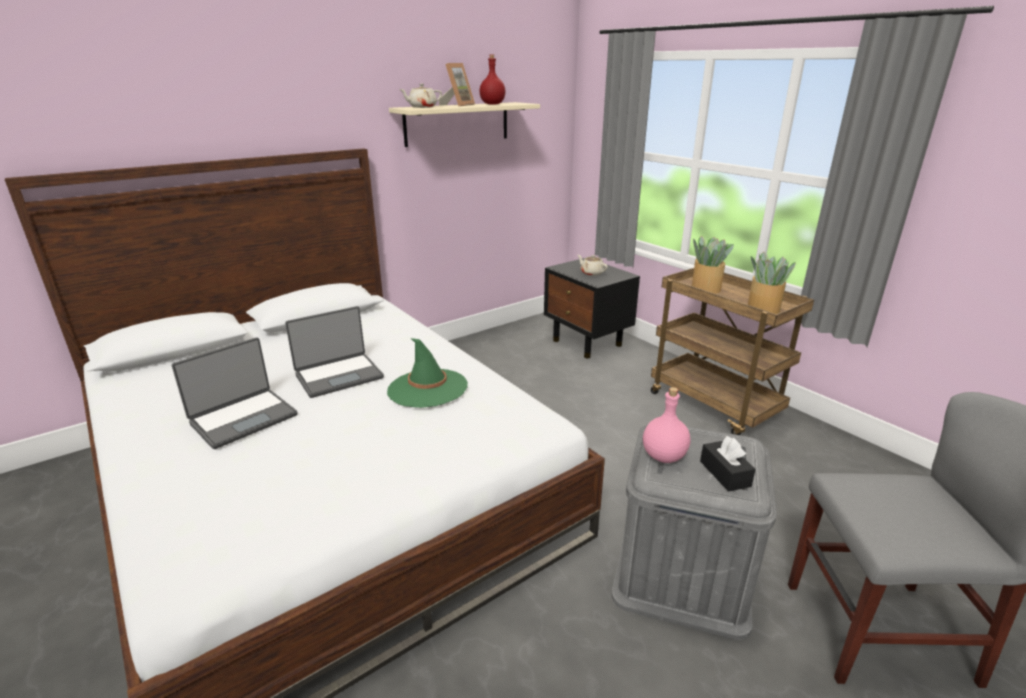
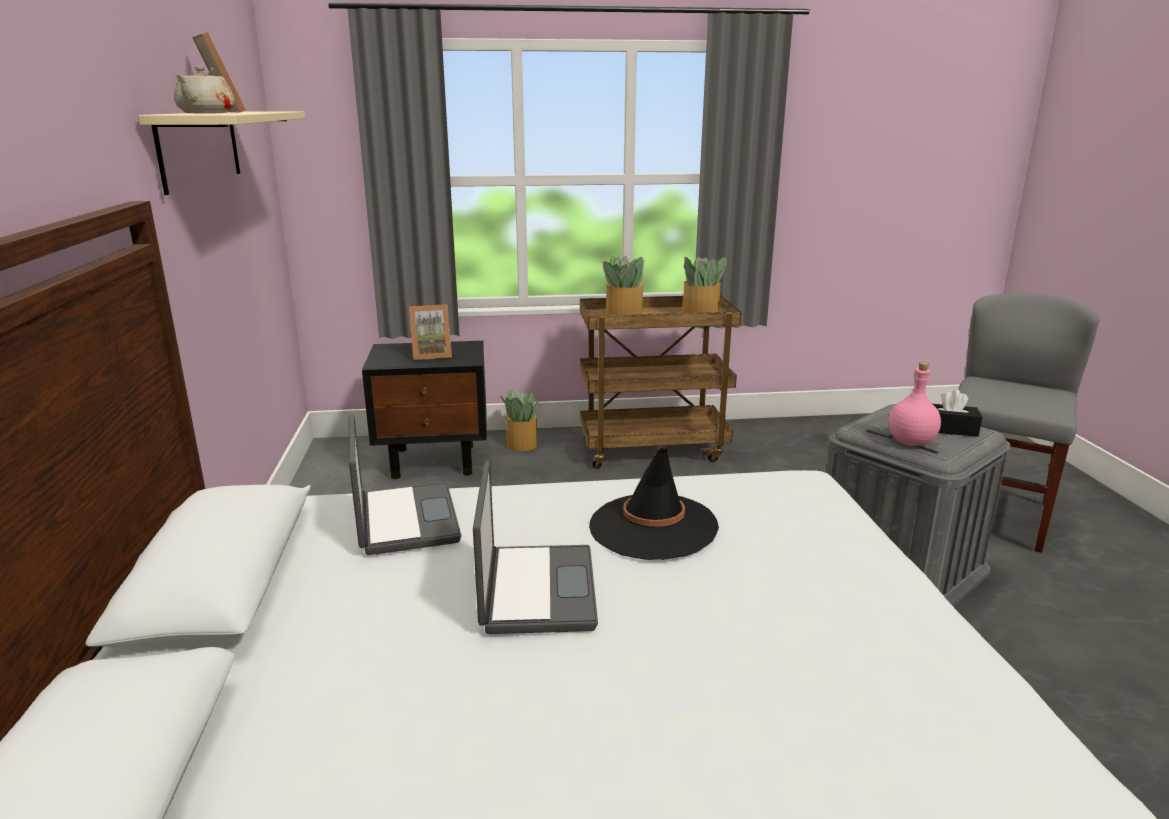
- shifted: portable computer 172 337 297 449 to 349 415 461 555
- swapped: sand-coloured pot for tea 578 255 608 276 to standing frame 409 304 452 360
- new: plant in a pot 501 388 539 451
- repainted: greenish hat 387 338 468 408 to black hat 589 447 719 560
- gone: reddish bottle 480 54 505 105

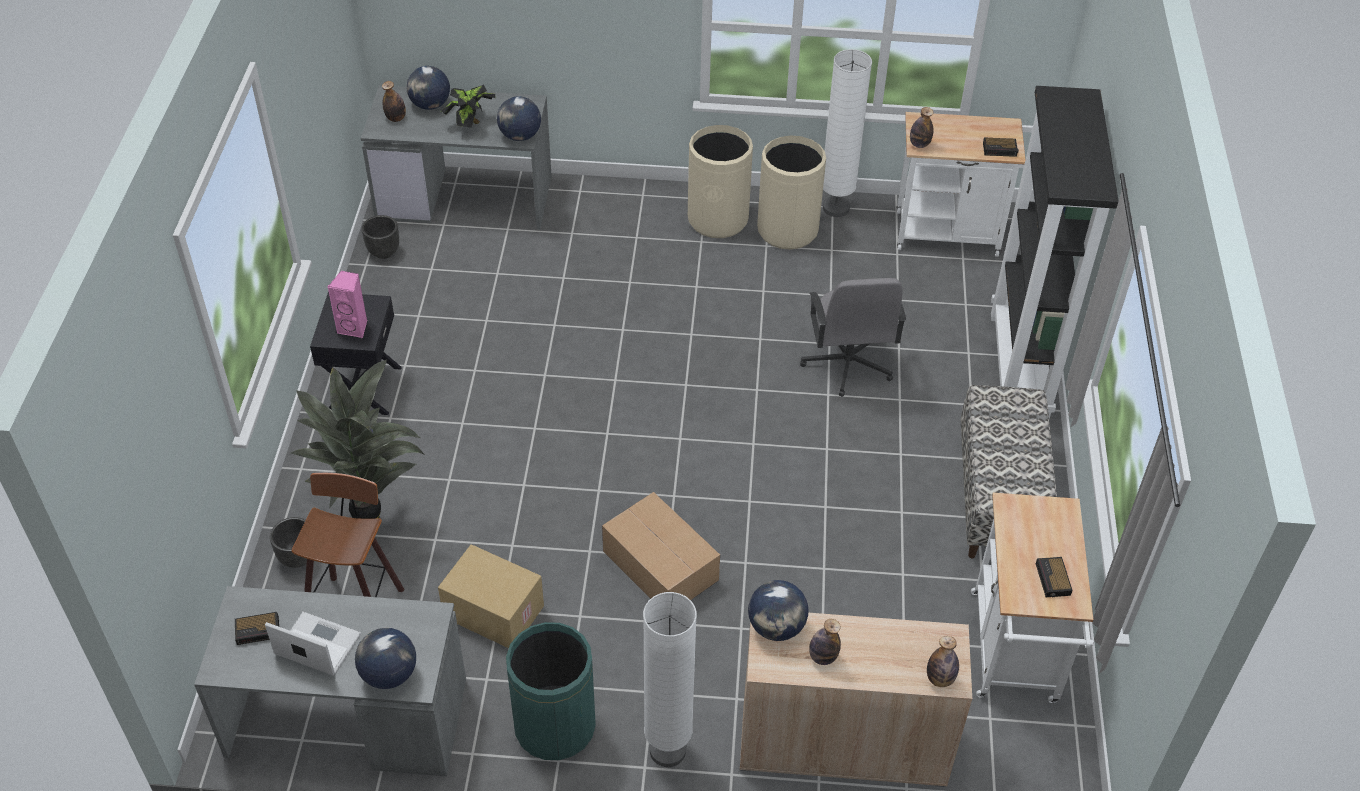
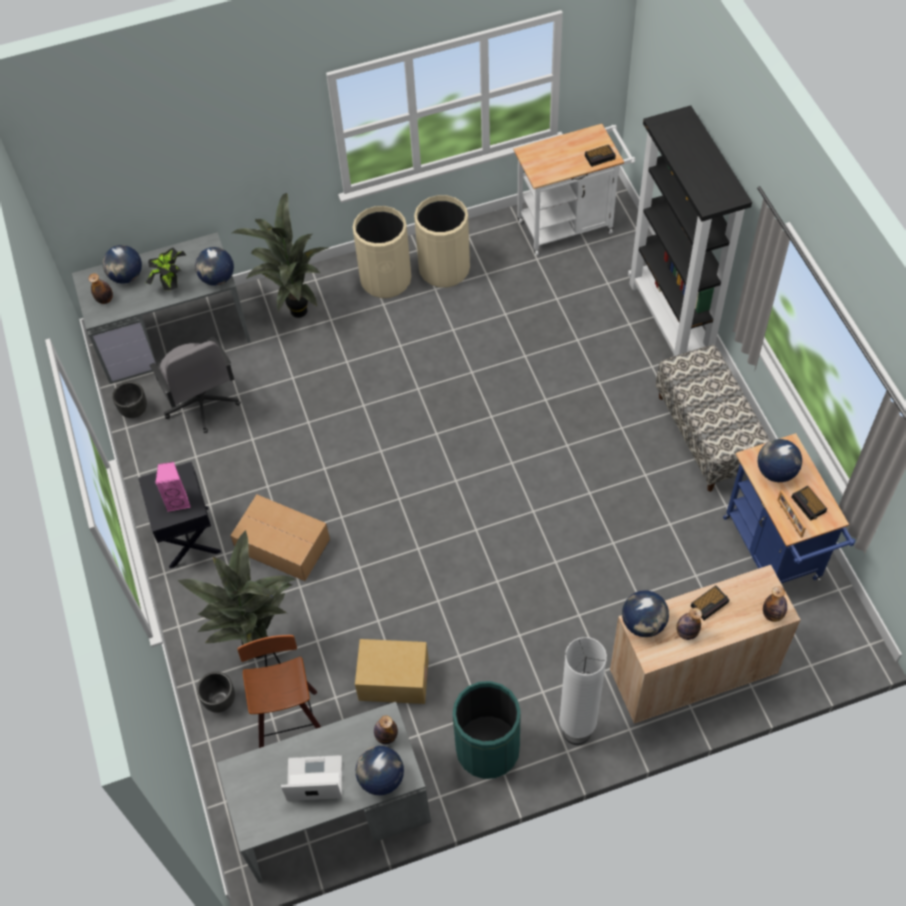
- shifted: gray office chair 800 278 906 397 to 149 337 241 433
- shifted: cardboard box 602 492 720 600 to 230 494 330 581
- new: plant in a pot 232 193 328 318
- shifted: bottle 910 107 934 148 to 374 716 398 744
- shifted: table clock 235 612 279 645 to 691 586 730 620
- repainted: white-coloured trolley 971 493 1094 704 to blue trolley 723 433 855 583
- new: globe 758 439 802 482
- new: standing frame 777 490 806 537
- gone: white-coloured standard lamp 823 49 872 217

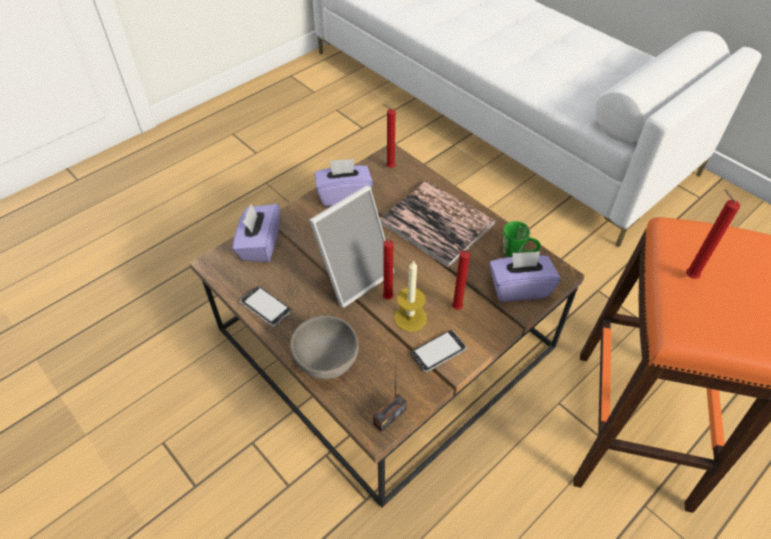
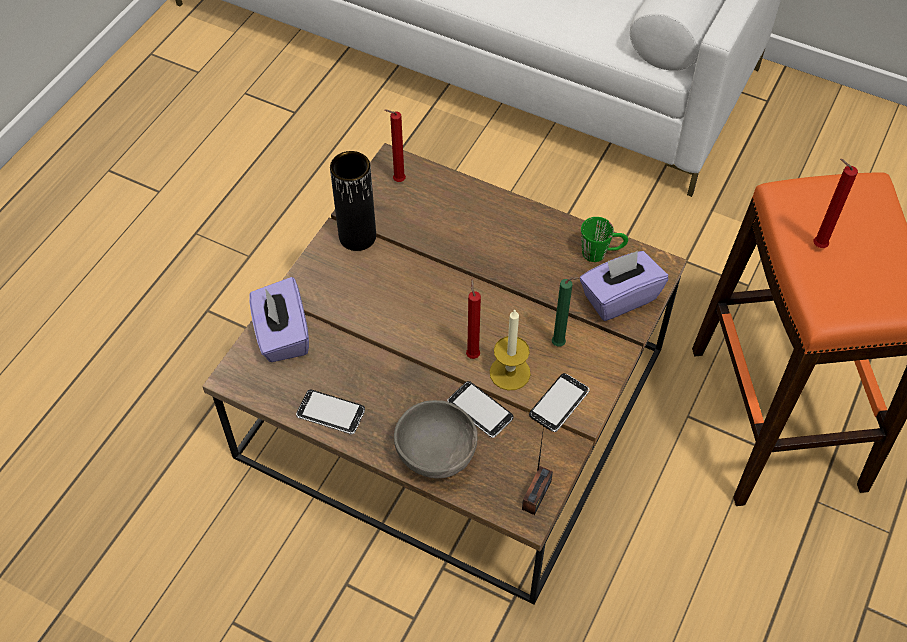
- swapped: purple-coloured box of tissues 315 159 373 207 to black decorative vase 330 151 376 251
- new: phone 447 381 513 438
- repainted: reddish wax light 452 249 475 310 to greenish wax light 552 277 580 347
- gone: standing frame 309 185 395 308
- gone: bound book 380 181 496 268

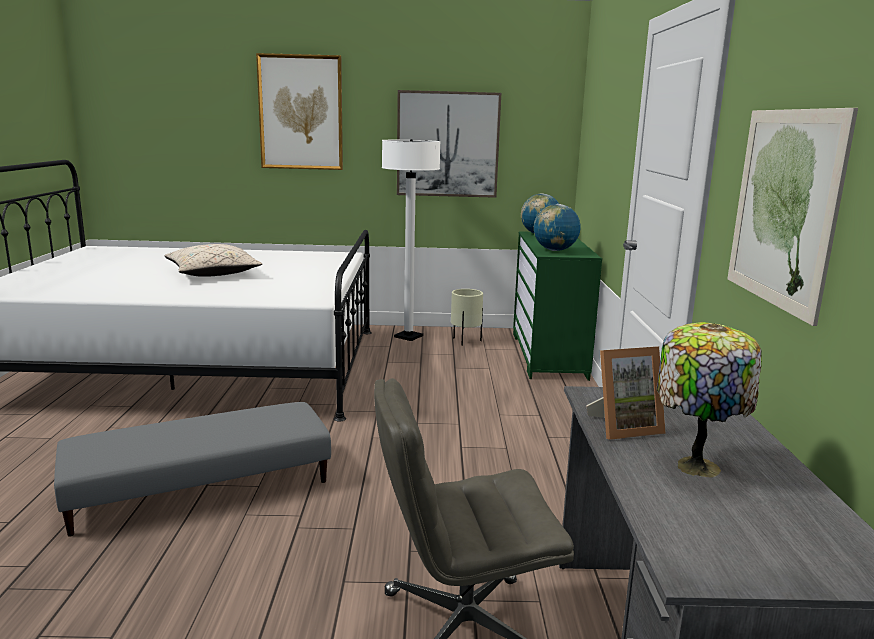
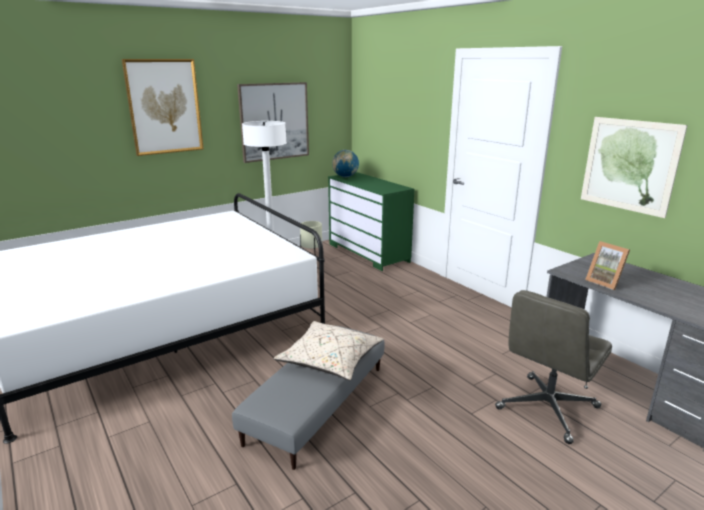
- shifted: sand-coloured cushion 164 244 262 277 to 273 321 384 380
- rotated: standing frame 586 347 666 440 = 585 241 630 290 105 degrees clockwise
- gone: globe 534 204 581 251
- gone: lamp for a table 657 322 762 478

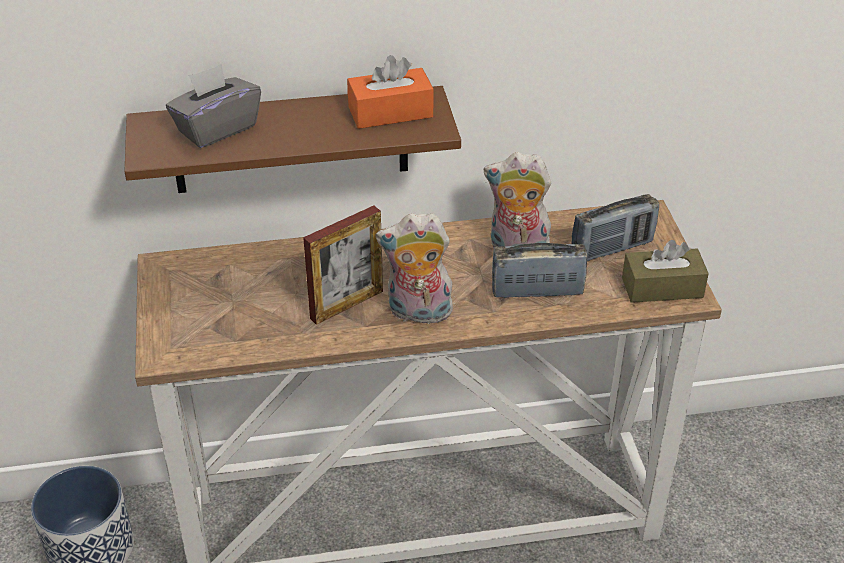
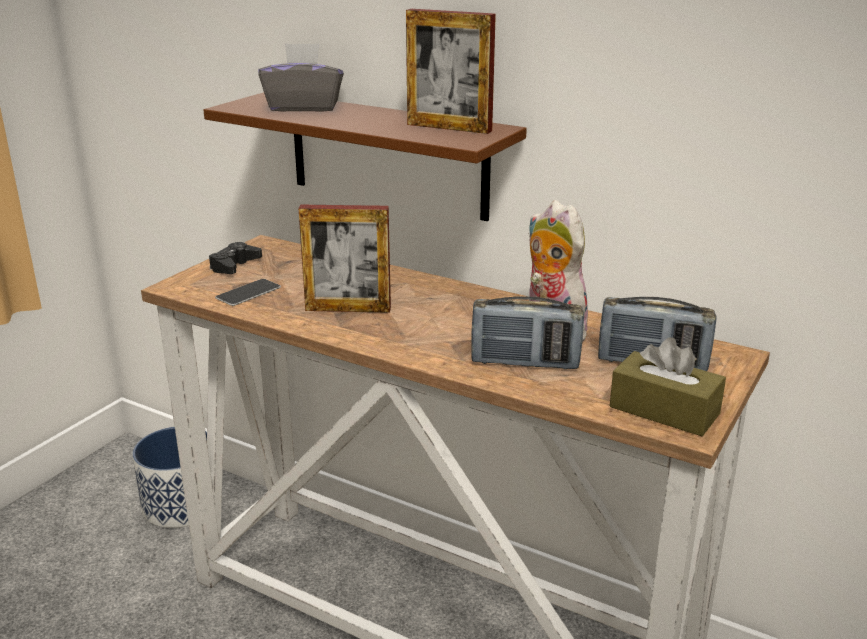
- new: black joypad 209 242 262 274
- new: phone 215 279 281 306
- swapped: orange-coloured box of tissues 347 55 434 129 to standing frame 406 9 496 134
- rotated: radio set 492 243 587 298 = 472 296 584 369 150 degrees clockwise
- gone: plush toy 376 213 457 328

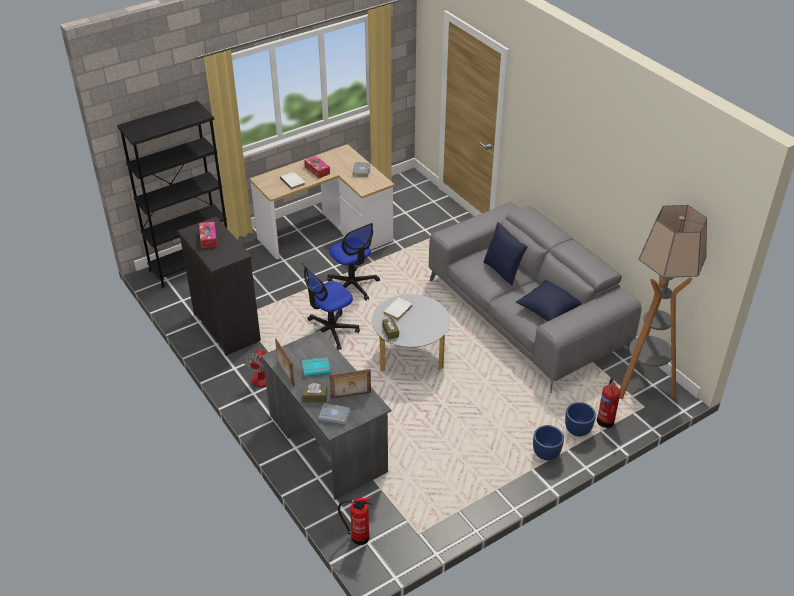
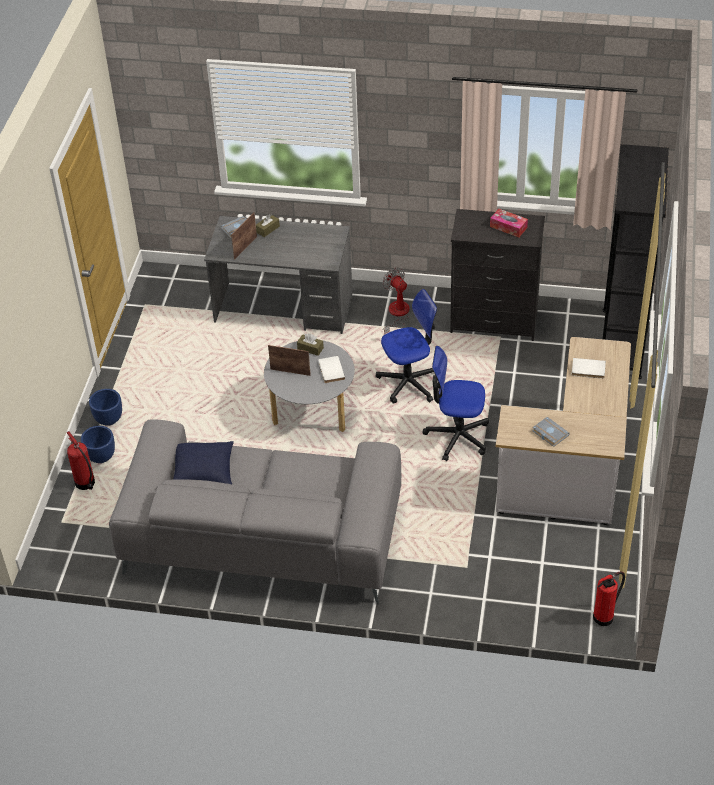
- shifted: standing frame 275 339 295 386 to 268 345 311 376
- rotated: office chair 302 263 360 350 = 375 289 437 404 60 degrees clockwise
- shifted: fire extinguisher 338 498 372 545 to 593 571 625 626
- gone: turquoise-coloured bound book 302 357 330 377
- gone: box of tissues 304 156 330 179
- gone: blue cushion 484 222 528 286
- gone: standard lamp 620 205 707 399

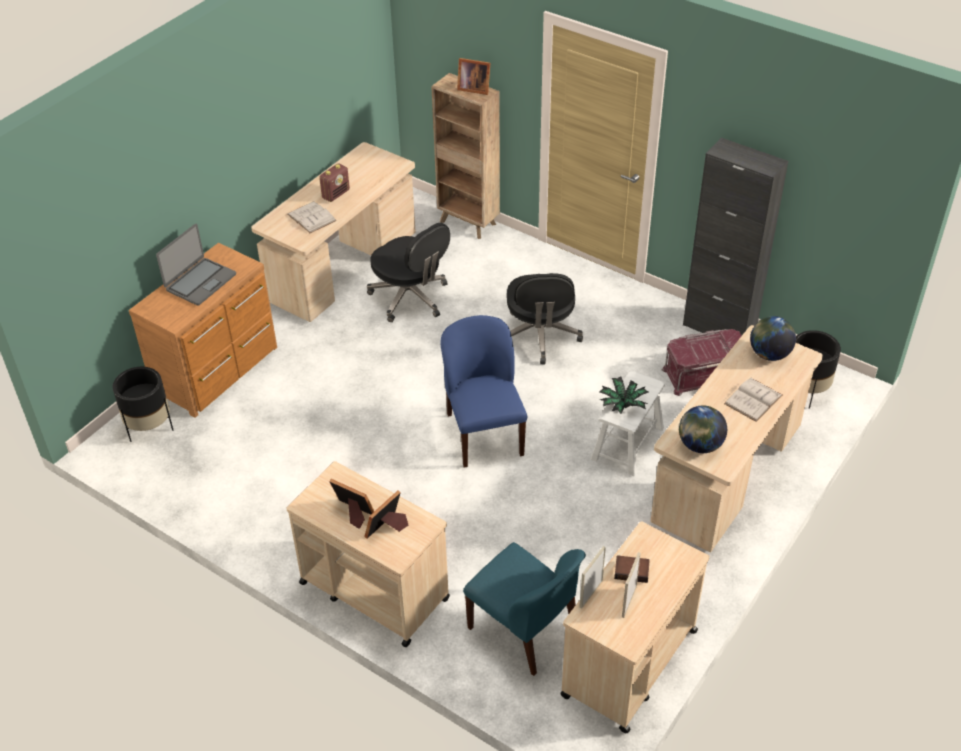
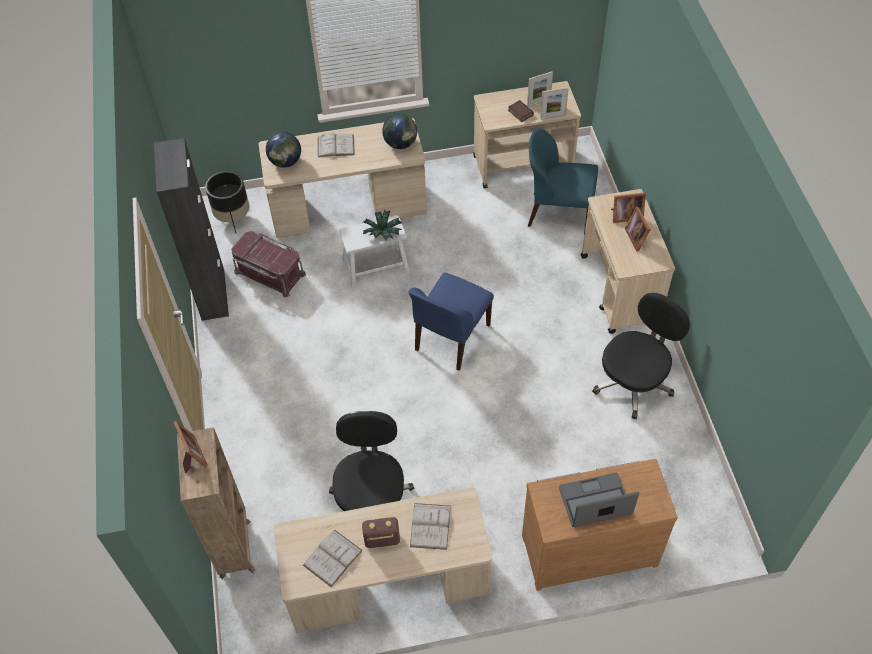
- new: white-coloured bound book 303 529 363 587
- rotated: blue upright chair 463 542 586 676 = 528 128 598 234 75 degrees counterclockwise
- shifted: black office chair 507 273 583 365 to 592 293 690 419
- gone: black flower pot 113 367 173 442

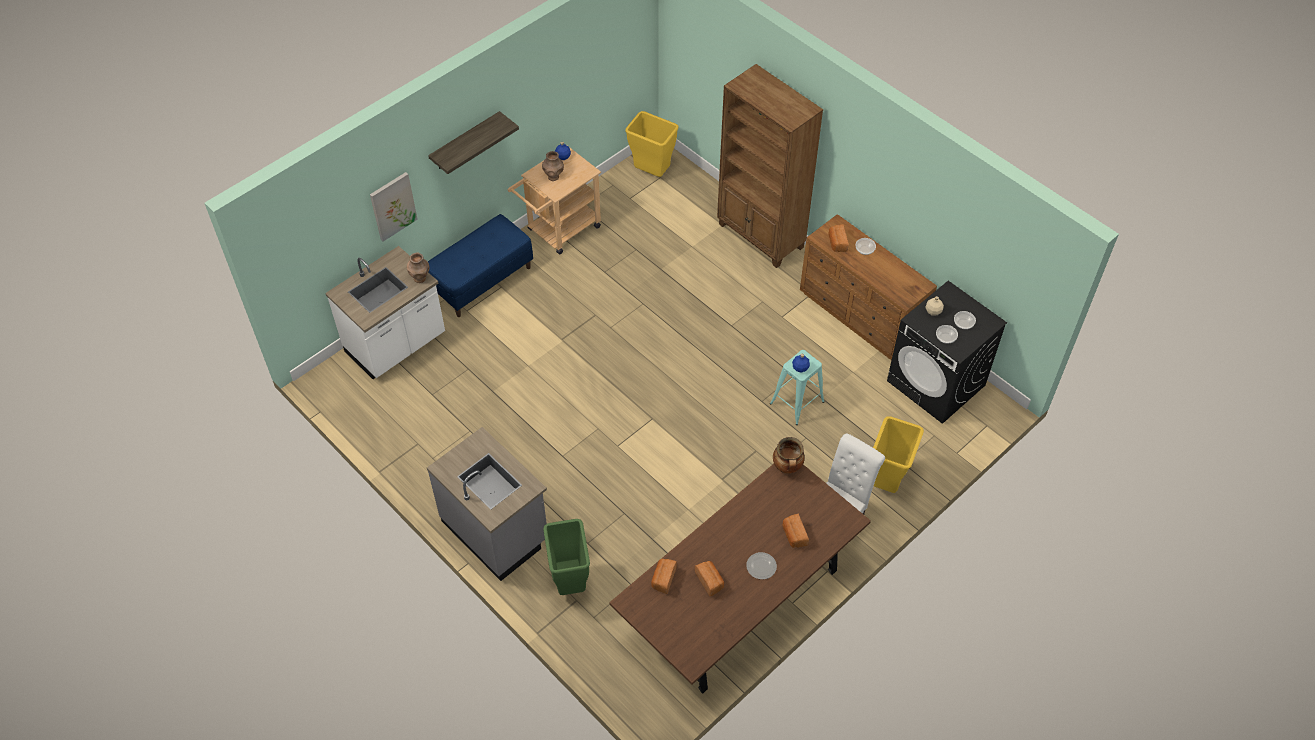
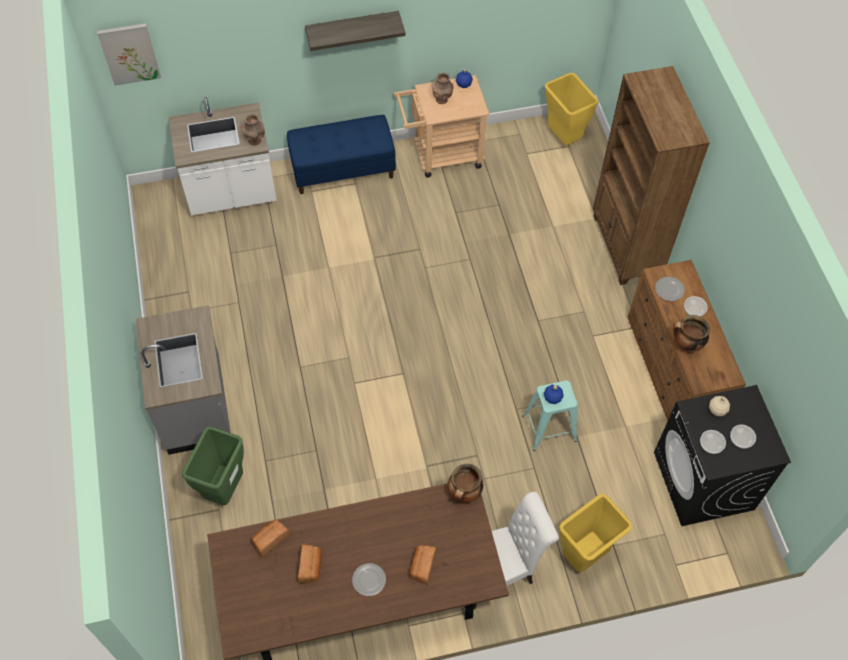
- shifted: picture 370 172 418 241 to 97 23 161 86
- swapped: bakery bread 828 224 849 252 to dinner plate 655 277 685 301
- new: cooking pot 673 315 710 352

